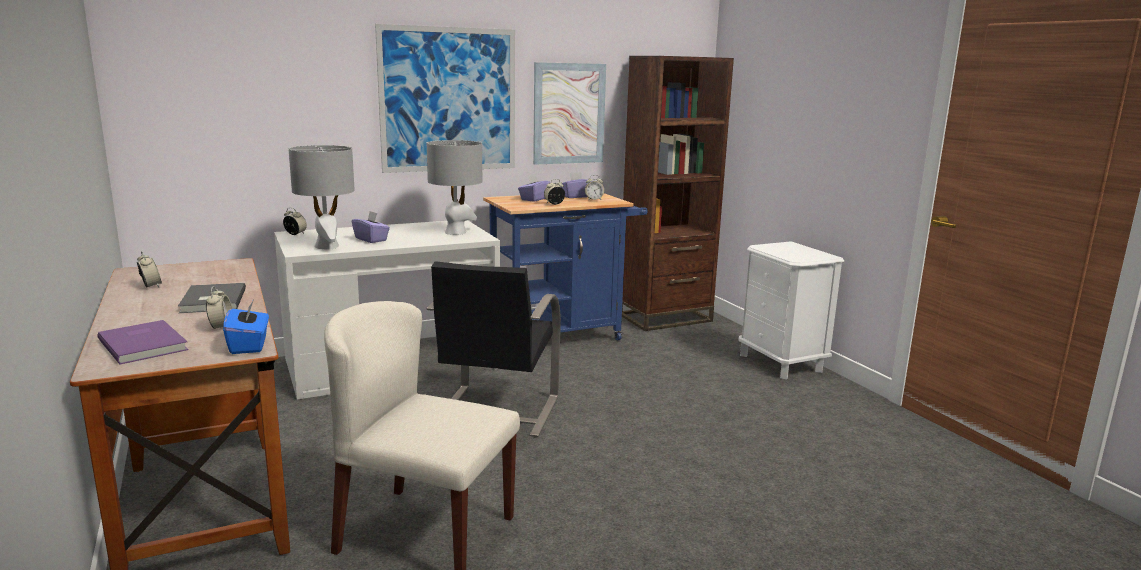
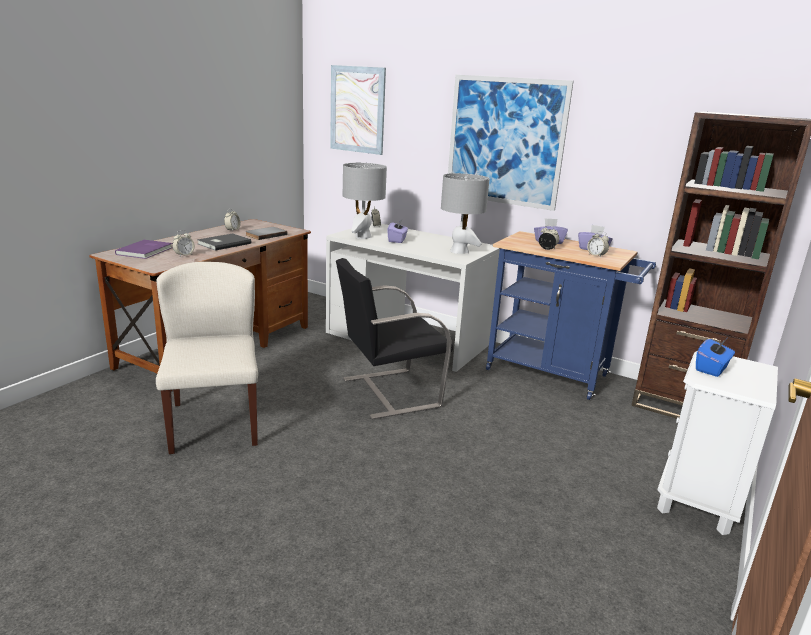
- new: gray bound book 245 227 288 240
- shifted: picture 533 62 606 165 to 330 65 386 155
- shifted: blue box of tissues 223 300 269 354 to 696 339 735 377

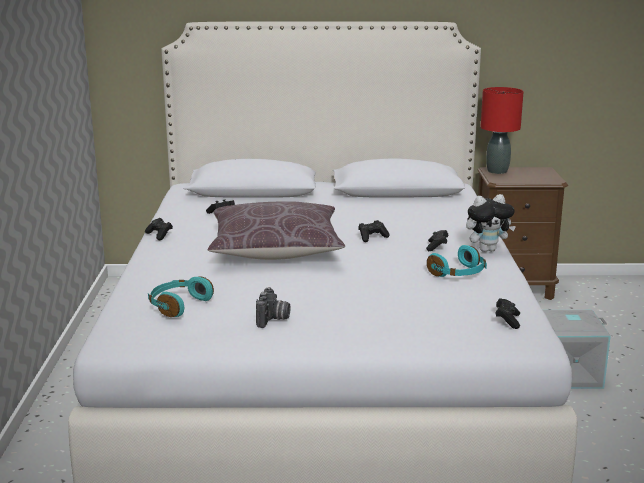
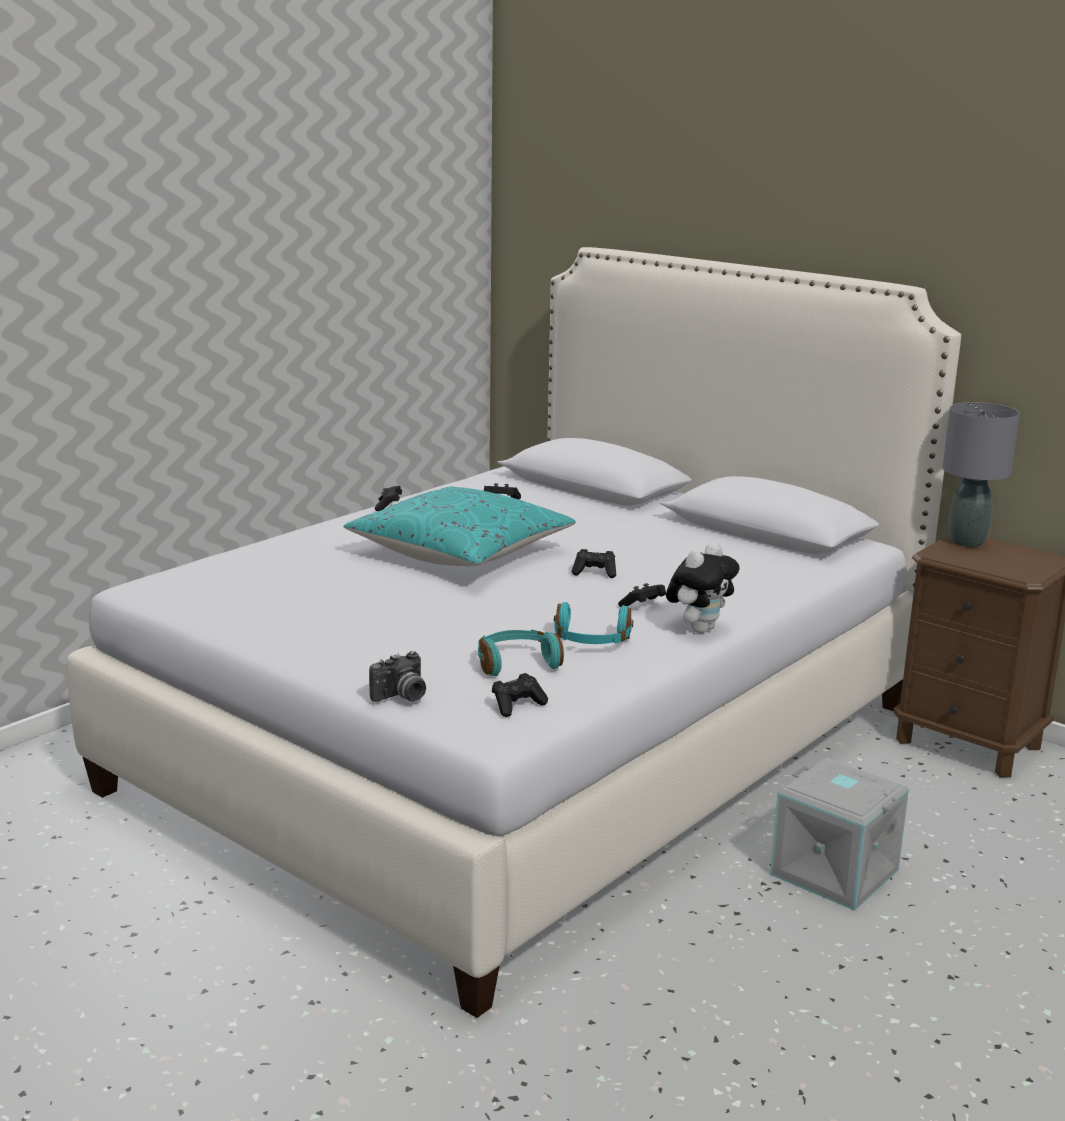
- repainted: brown cushion 207 201 345 260 to turquoise-coloured cushion 343 487 576 566
- shifted: photo camera 256 287 291 328 to 369 651 426 702
- shifted: turquoise-coloured headphones 148 276 214 317 to 478 630 564 676
- rotated: plush toy 466 194 516 252 = 666 543 740 633 75 degrees counterclockwise
- repainted: reddish lamp for a table 481 87 524 174 to gray lamp for a table 943 402 1020 547

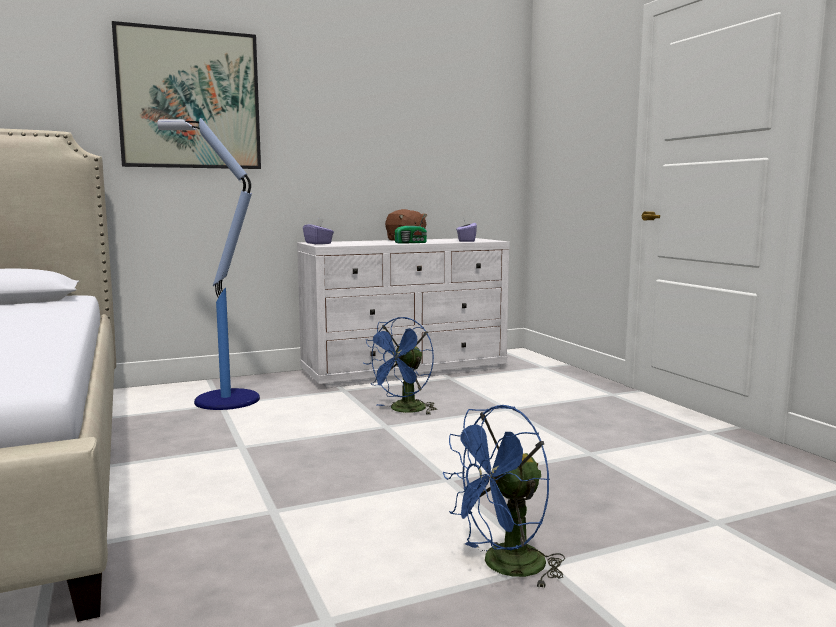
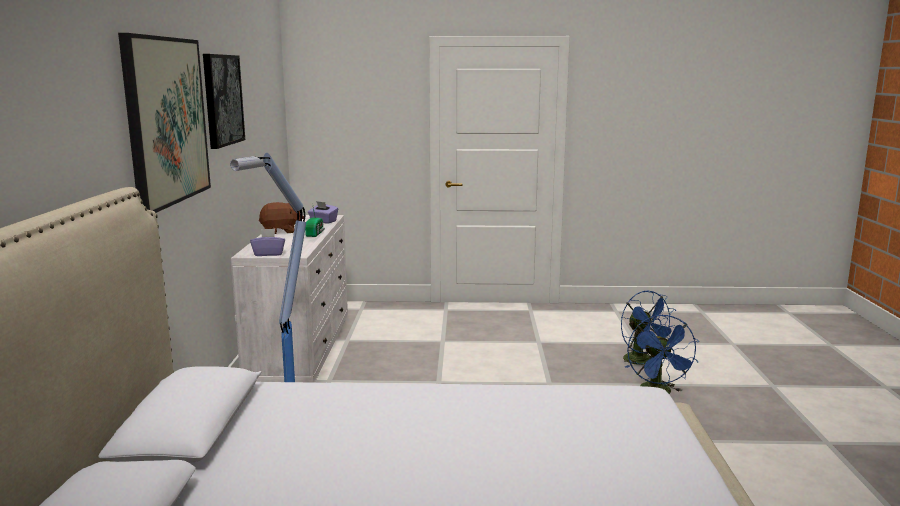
- new: picture 203 54 245 149
- shifted: blue cooling fan 363 317 437 415 to 621 291 676 368

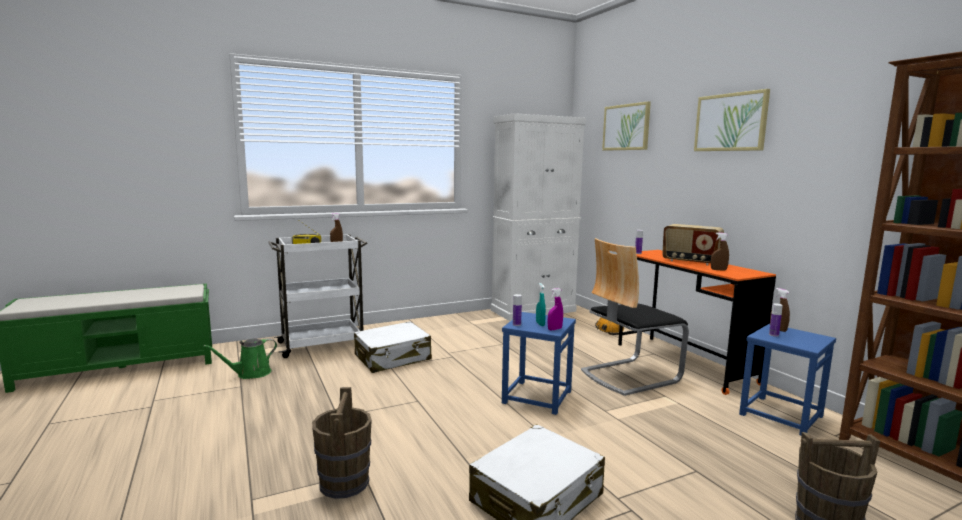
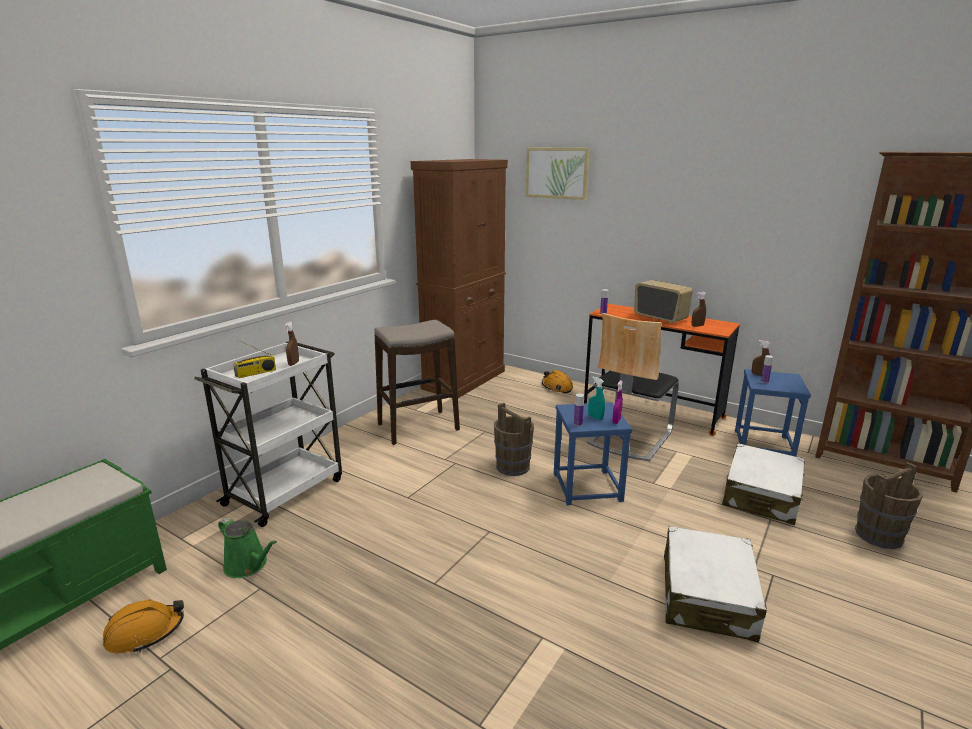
- new: orange-coloured hard hat 103 599 184 653
- rotated: greenish sprinkling can 203 338 277 379 = 218 518 277 578 75 degrees counterclockwise
- new: stool seat 374 320 460 445
- repainted: white-coloured cupboard 491 113 586 321 to brown cupboard 411 159 508 398
- shifted: brown pail 312 387 372 499 to 494 403 534 476
- rotated: radio set 662 224 724 265 = 634 280 692 323 135 degrees counterclockwise
- shifted: white-coloured suitcase 354 321 432 373 to 722 443 805 525
- gone: picture 694 89 770 151

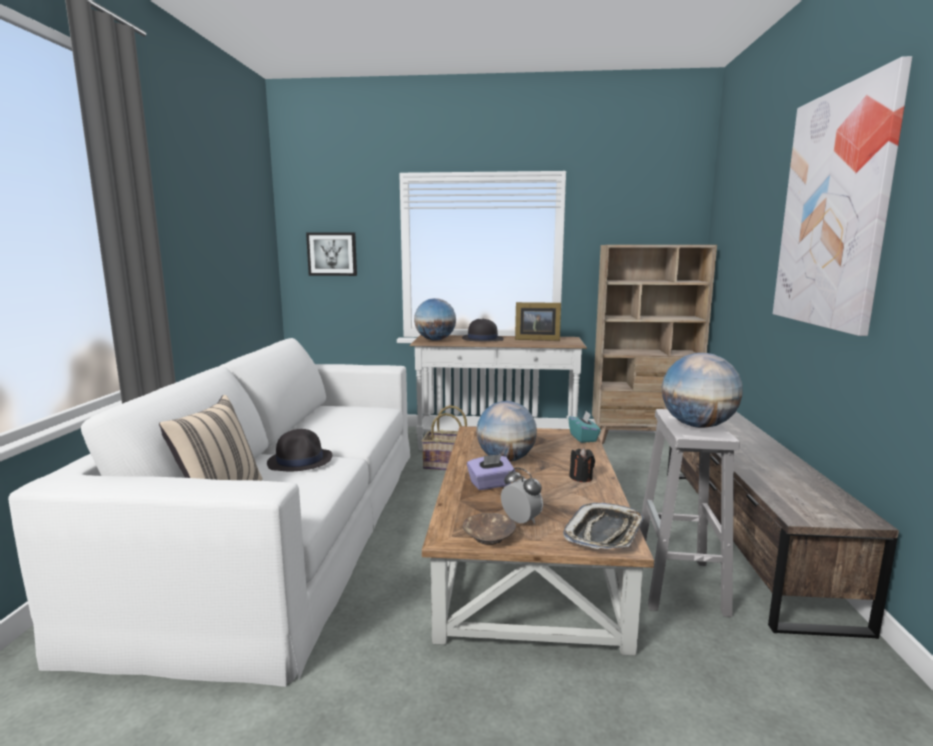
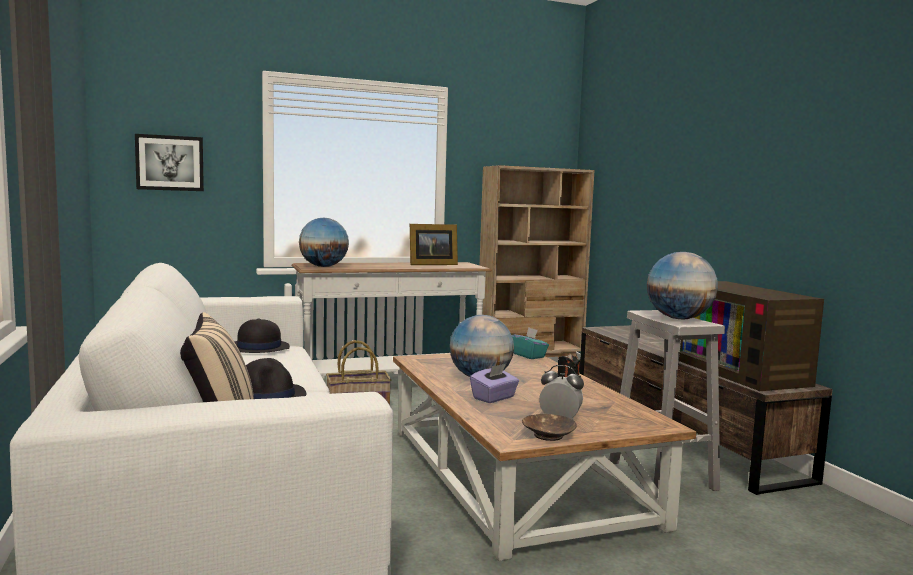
- shifted: black hat 462 318 504 342 to 234 318 290 353
- new: television 679 281 824 391
- gone: carrying tray 563 503 644 549
- gone: picture 773 56 912 336

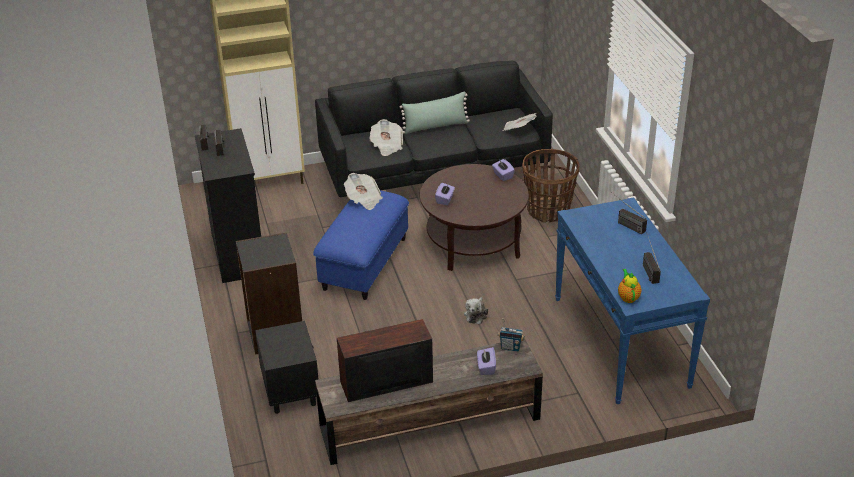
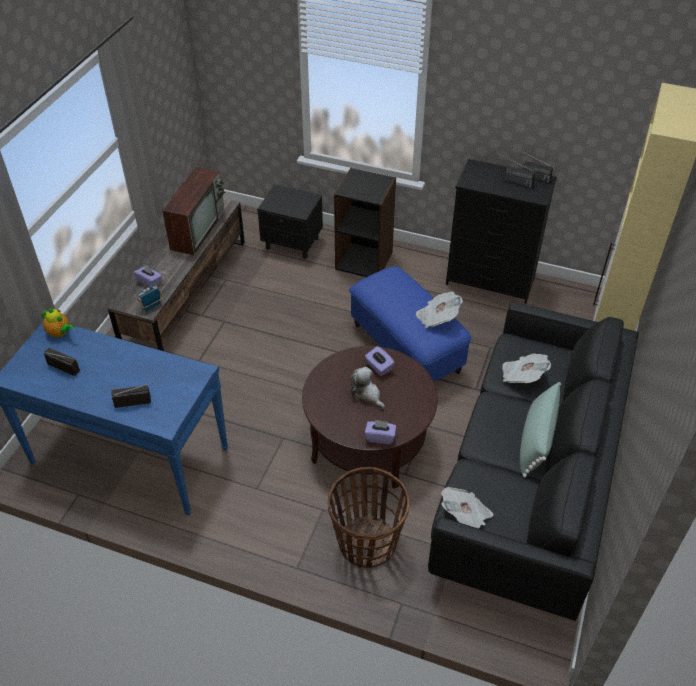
- shifted: plush toy 464 297 488 324 to 350 367 385 409

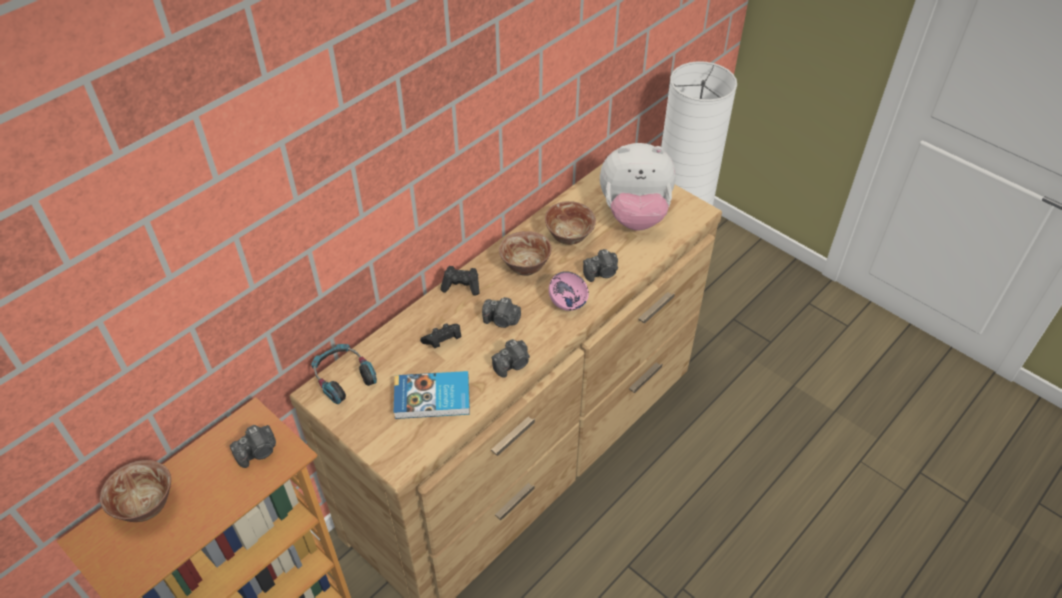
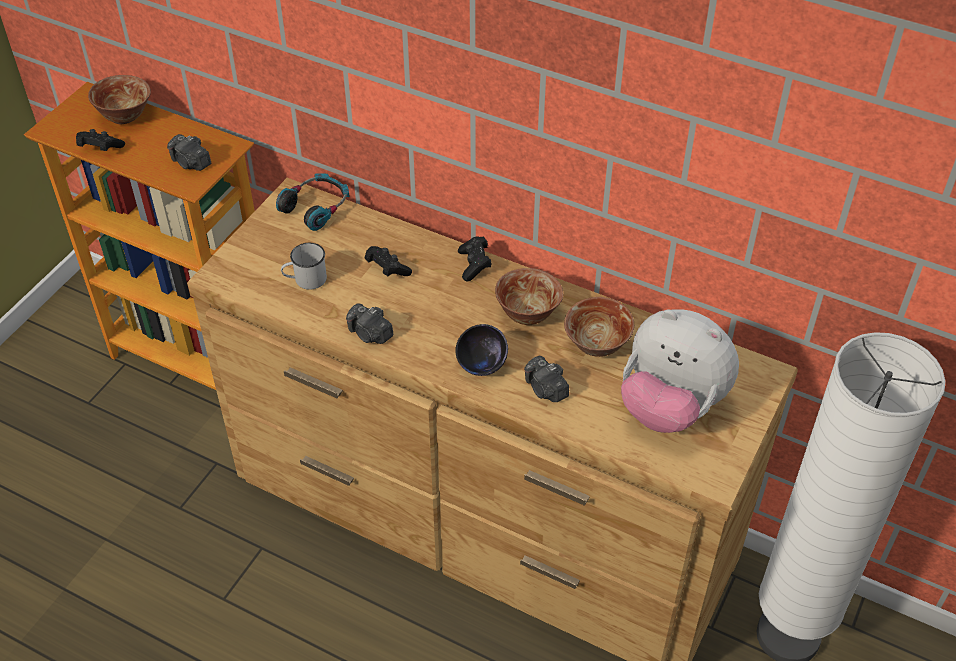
- new: black joypad 76 129 125 151
- swapped: bound book 394 371 470 419 to white-coloured coffee mug 281 243 327 290
- repainted: pink-coloured bowl 549 271 589 311 to black bowl 455 324 508 376
- rotated: plush toy 600 143 676 231 = 621 309 739 433 45 degrees counterclockwise
- gone: photo camera 482 297 521 328

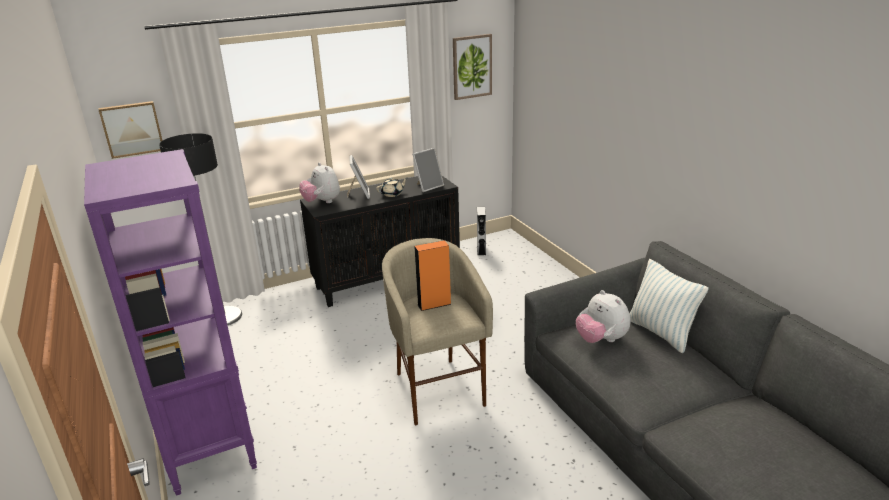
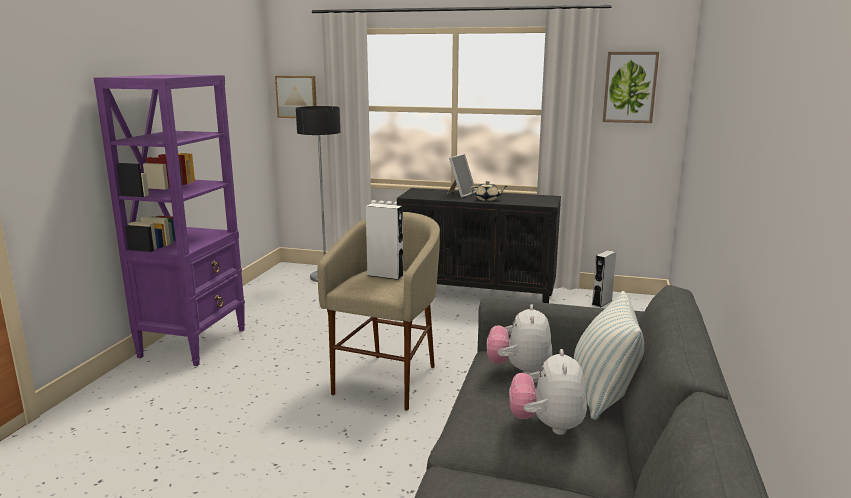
- repainted: orange-coloured speaker 414 240 451 311 to white-coloured speaker 366 203 404 280
- shifted: plush toy 299 163 340 203 to 509 349 587 435
- gone: standing frame 412 148 444 192

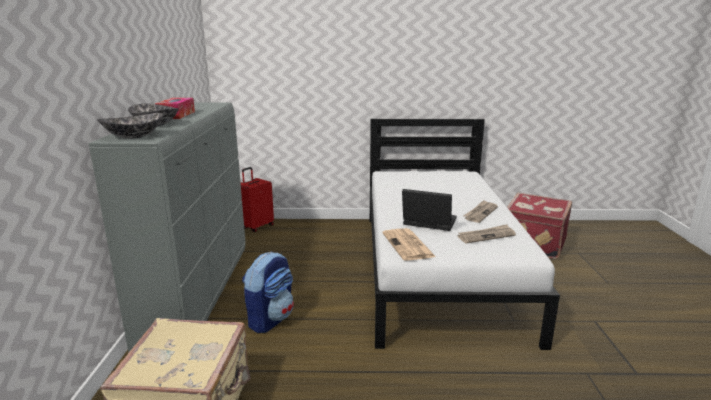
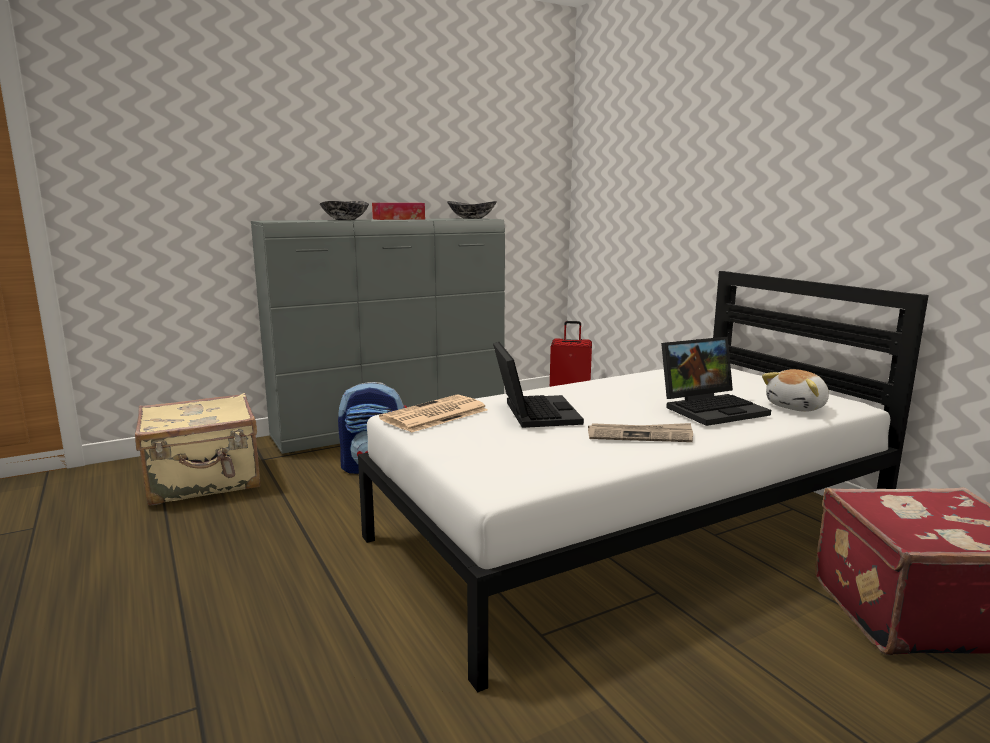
- shifted: bowl 97 113 164 139 to 447 201 497 219
- new: portable computer 661 337 771 426
- new: plush toy 762 369 829 412
- gone: printed paper 458 224 516 243

